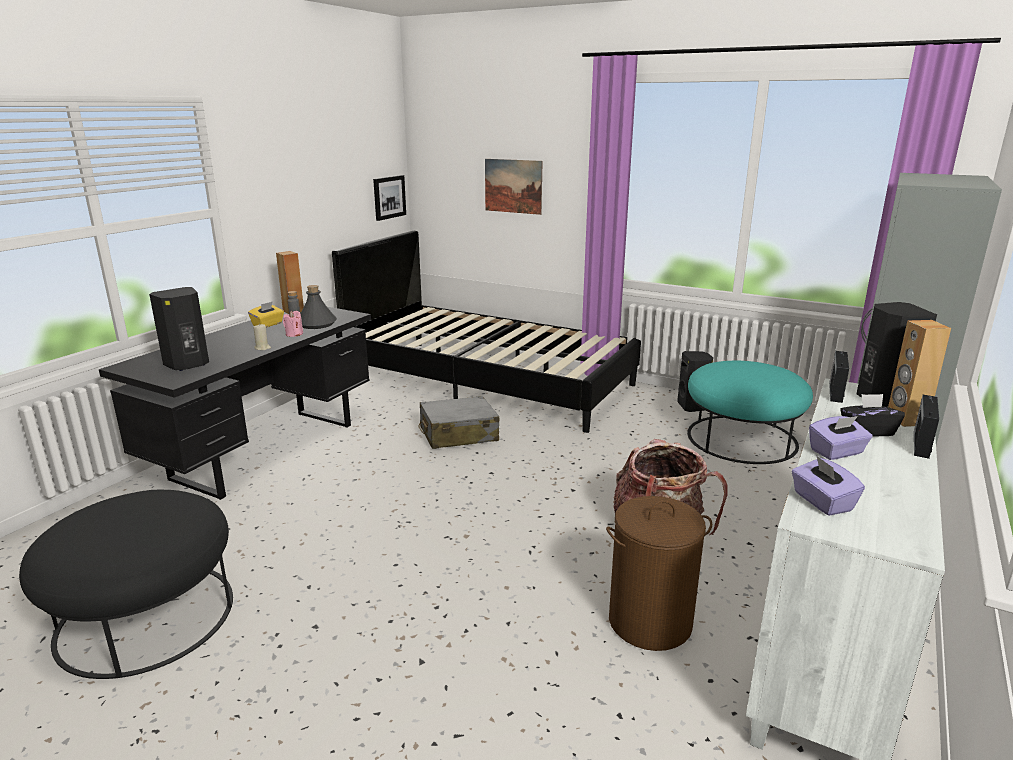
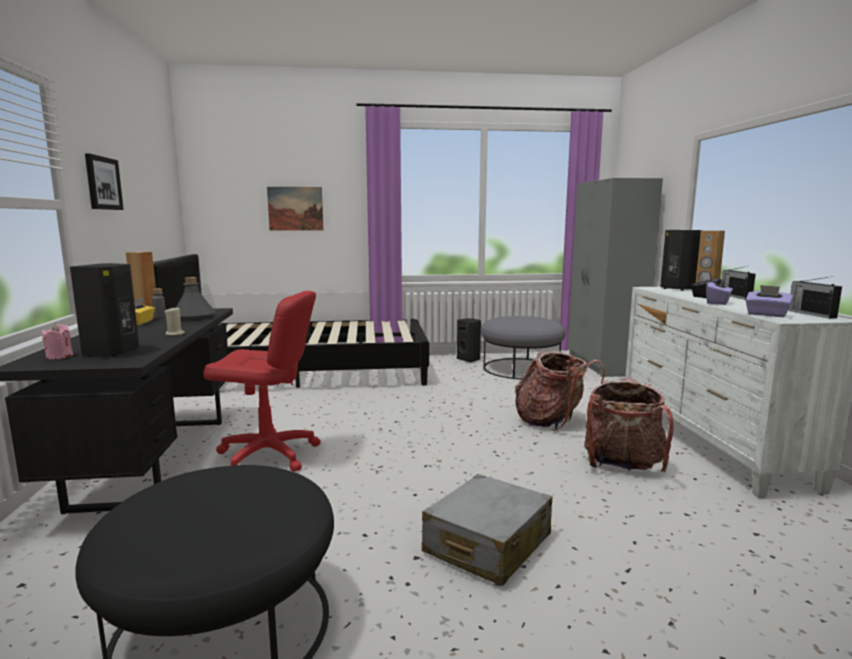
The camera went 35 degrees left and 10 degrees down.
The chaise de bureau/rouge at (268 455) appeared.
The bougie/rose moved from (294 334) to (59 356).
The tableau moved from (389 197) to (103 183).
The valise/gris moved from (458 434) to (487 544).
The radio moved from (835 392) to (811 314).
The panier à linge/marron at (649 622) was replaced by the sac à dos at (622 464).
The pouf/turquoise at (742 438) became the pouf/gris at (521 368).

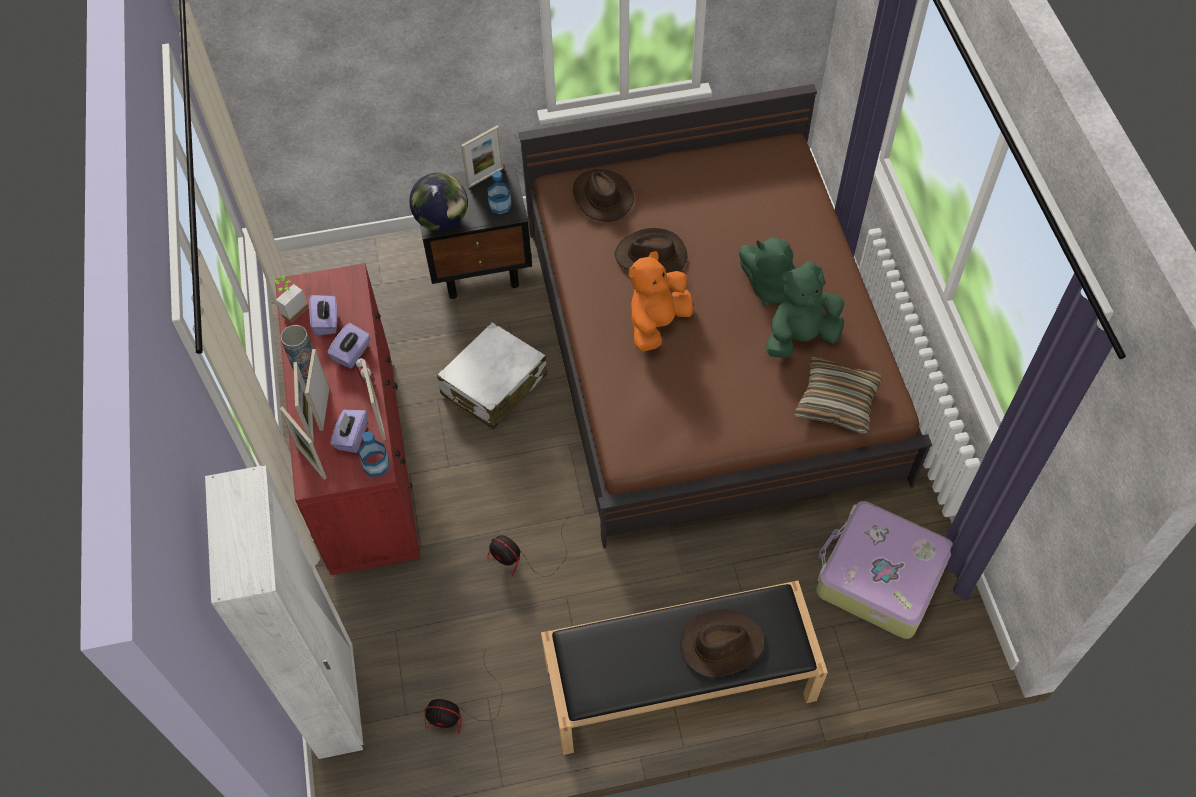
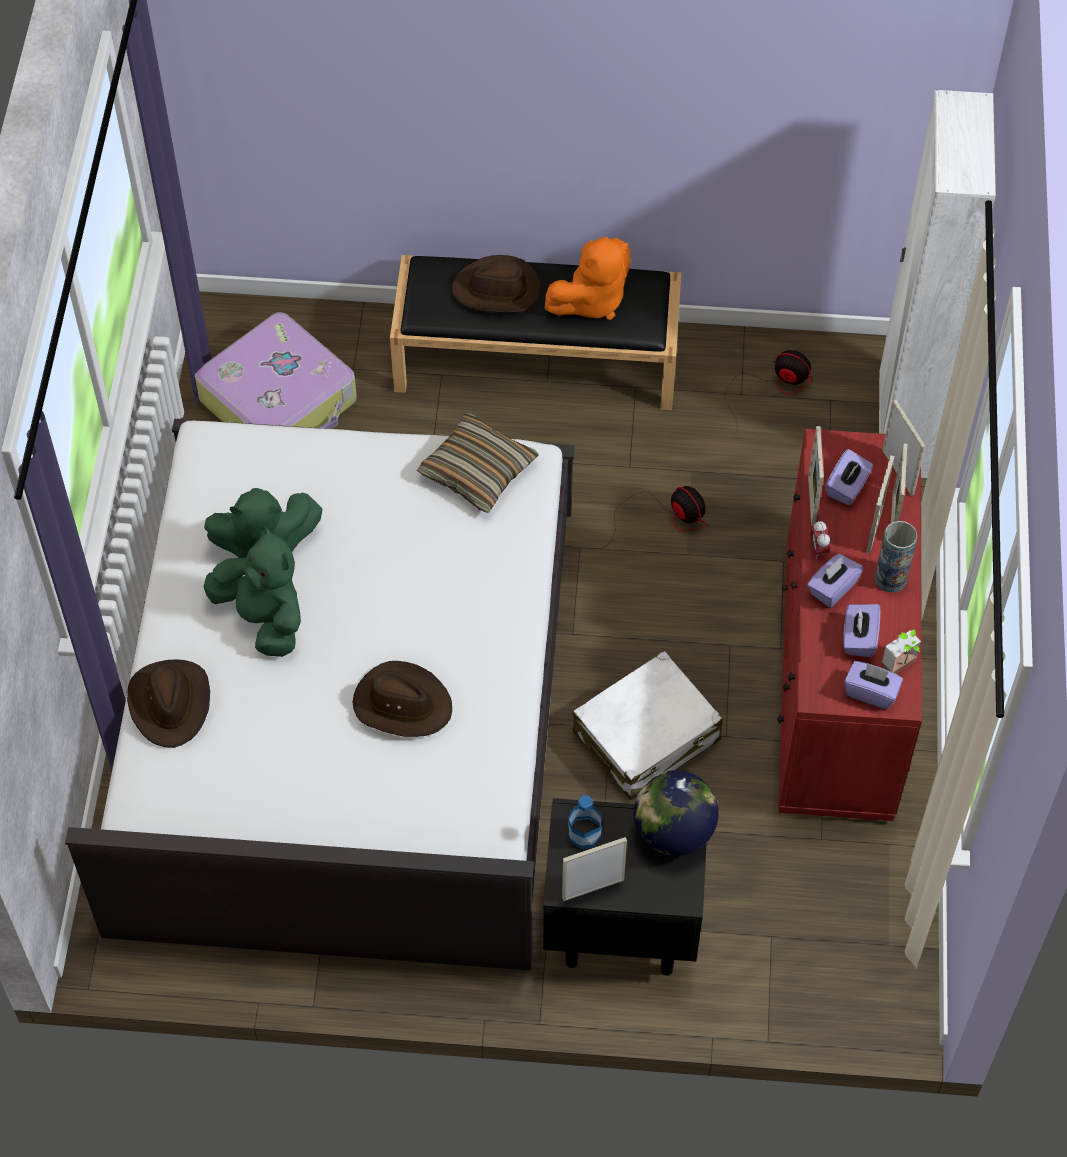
The camera went 165 degrees left and 0 degrees up.
The bouteille at (376 465) disappeared.
The boîte à mouchoirs/violet at (871 692) appeared.
The chapeau/marron moved from (601 197) to (171 703).
The peluche/orange moved from (657 323) to (591 300).
The coussin moved from (836 401) to (477 471).
The lit/marron at (708 348) became the lit/blanc at (348 711).

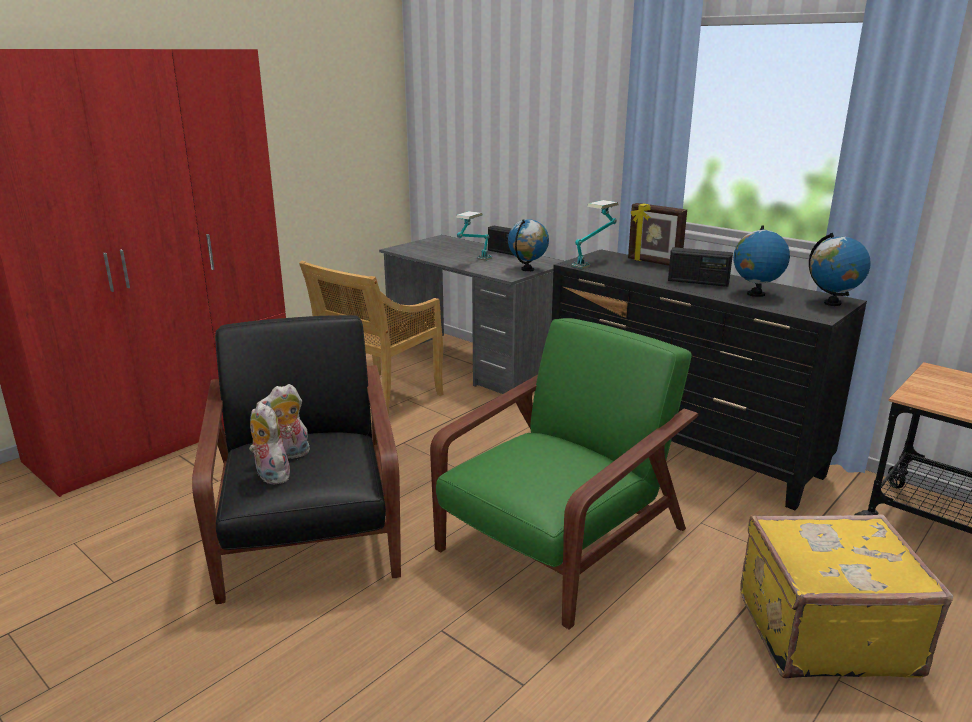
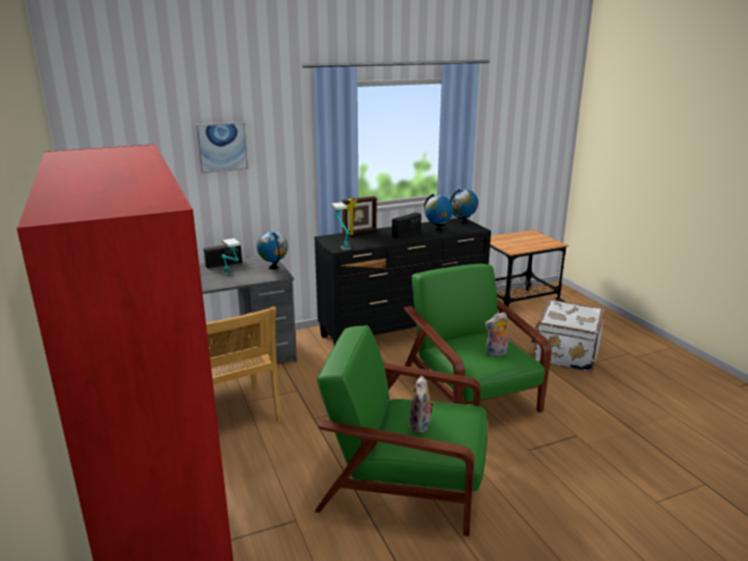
The camera went 65 degrees left and 0 degrees up.
The tableau at (222 147) appeared.
The peluche moved from (270 475) to (496 353).
The fauteuil/noir at (309 532) became the fauteuil/vert at (405 482).
The valise/jaune at (823 631) became the valise/blanc at (565 354).

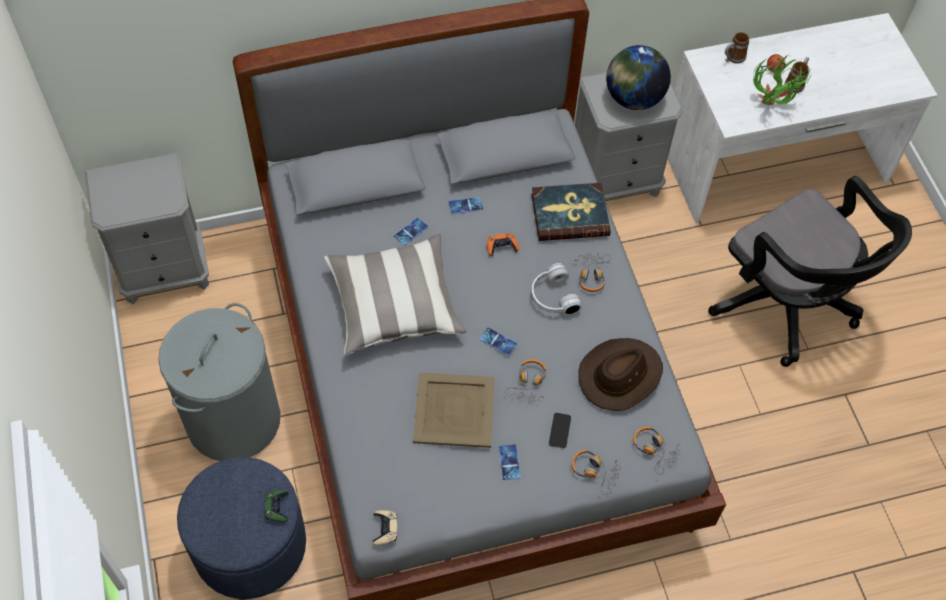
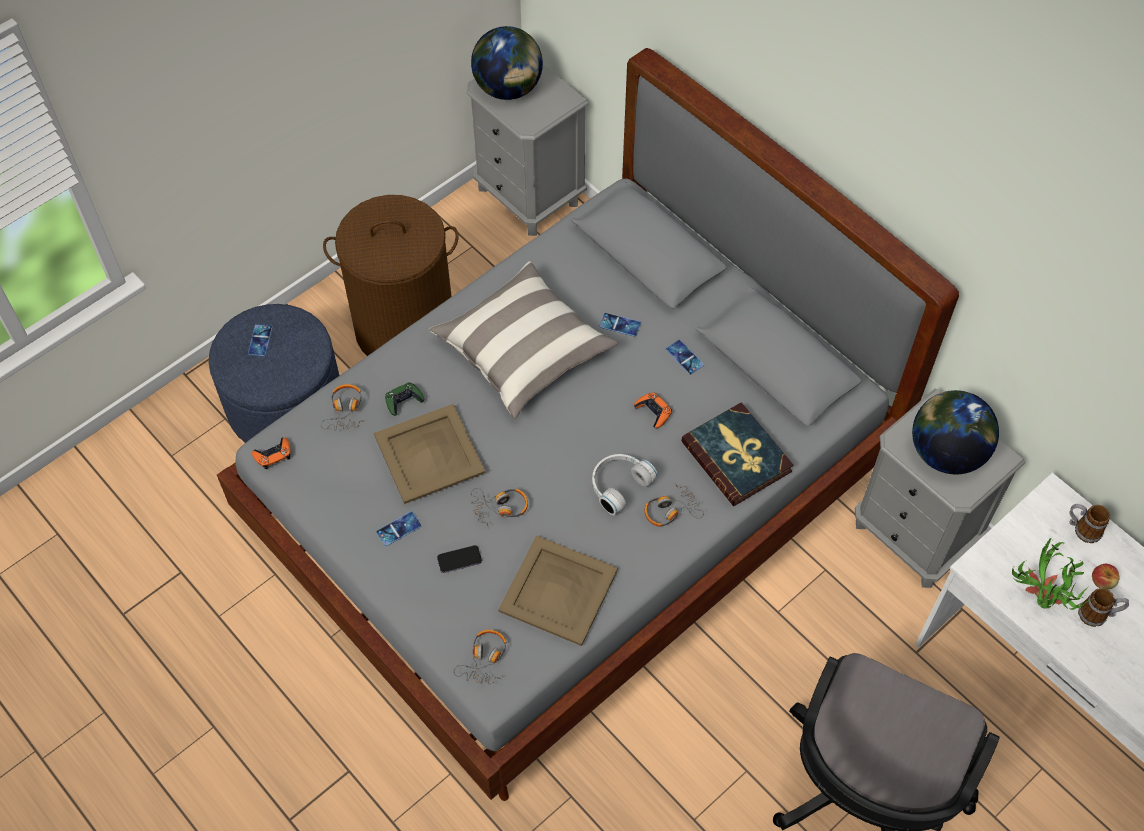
The camera went 65 degrees right and 0 degrees up.
The globe at (508 88) appeared.
The manette/vert moved from (277 507) to (403 401).
The téléphone moved from (498 341) to (260 340).
The casque audio moved from (594 472) to (345 411).
The chapeau/marron at (620 375) was replaced by the plateau/beige at (558 589).
The panier à linge/gris at (233 419) became the panier à linge/marron at (405 327).
The manette/beige at (385 529) became the manette/orange at (273 455).

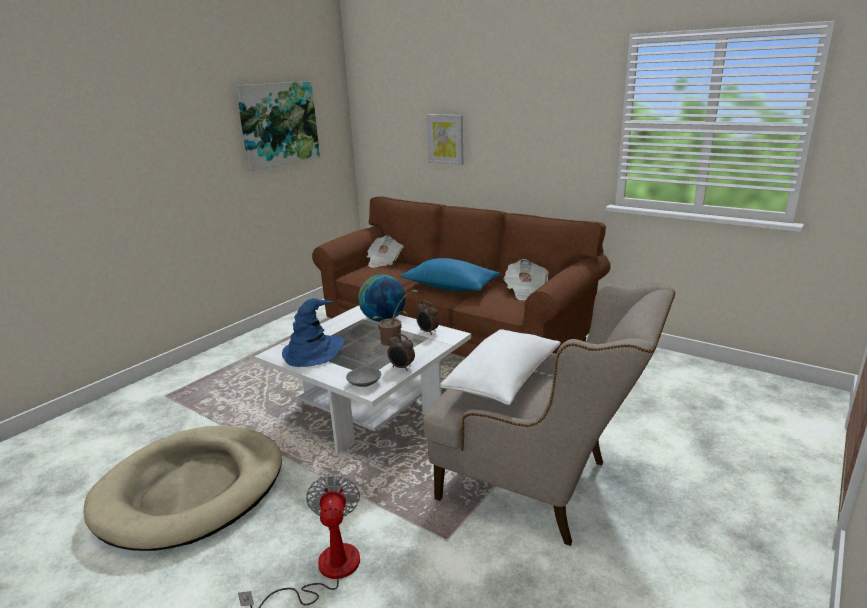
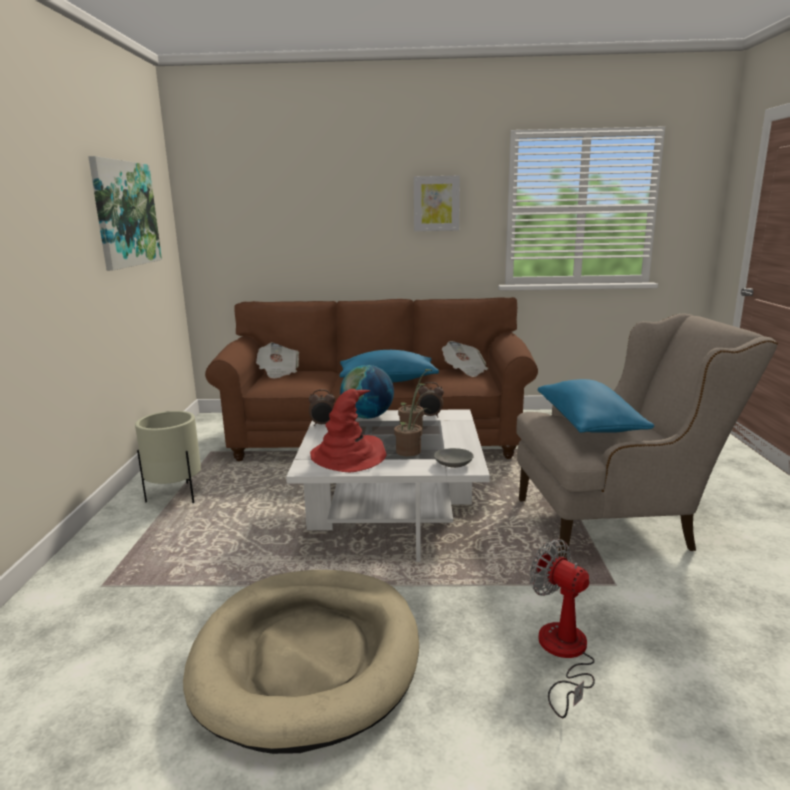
The camera went 35 degrees left and 5 degrees down.
The cache-pot/beige at (176 496) appeared.
The plante en pot at (411 450) appeared.
The réveil moved from (401 367) to (323 424).
The tableau moved from (445 139) to (436 203).
The chapeau/bleu at (313 352) became the chapeau/rouge at (349 456).
The coussin/blanc at (503 380) became the coussin/bleu at (588 424).

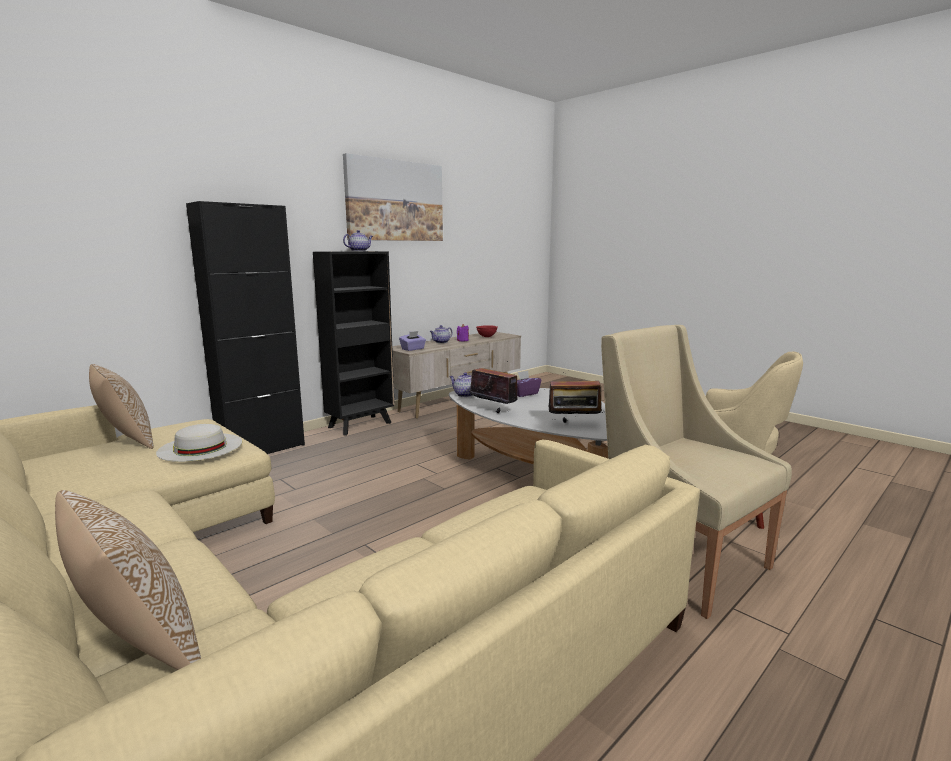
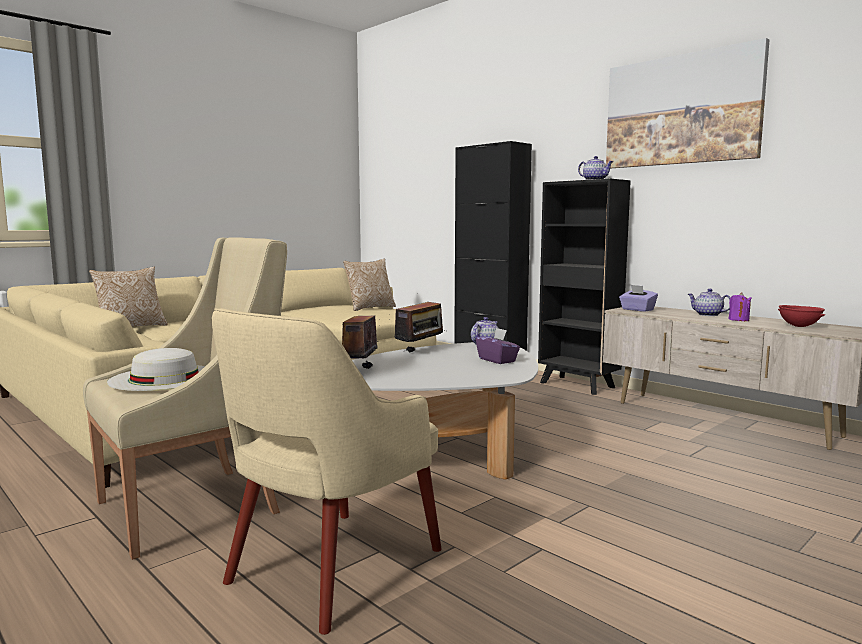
The camera went 90 degrees right and 5 degrees down.
The chapeau/blanc moved from (200 447) to (165 378).

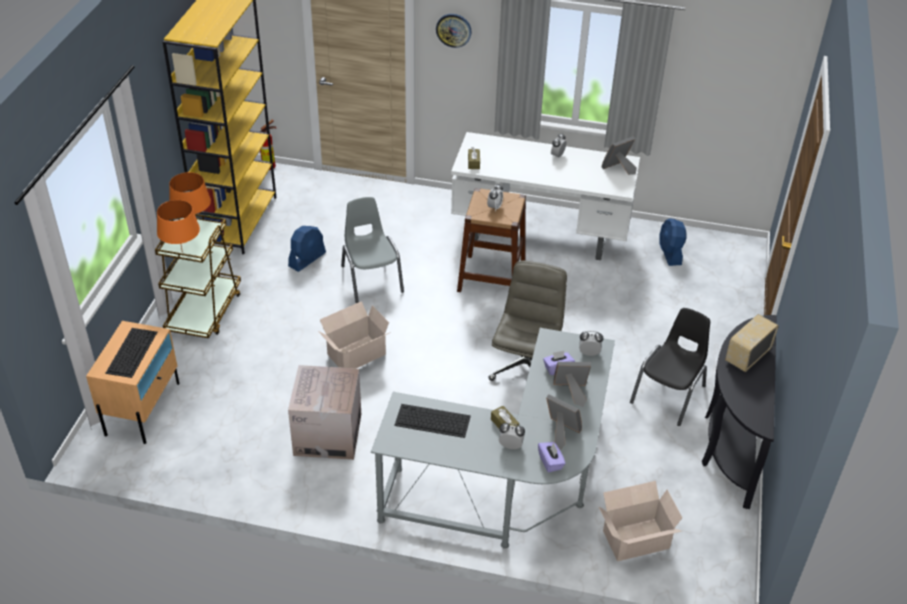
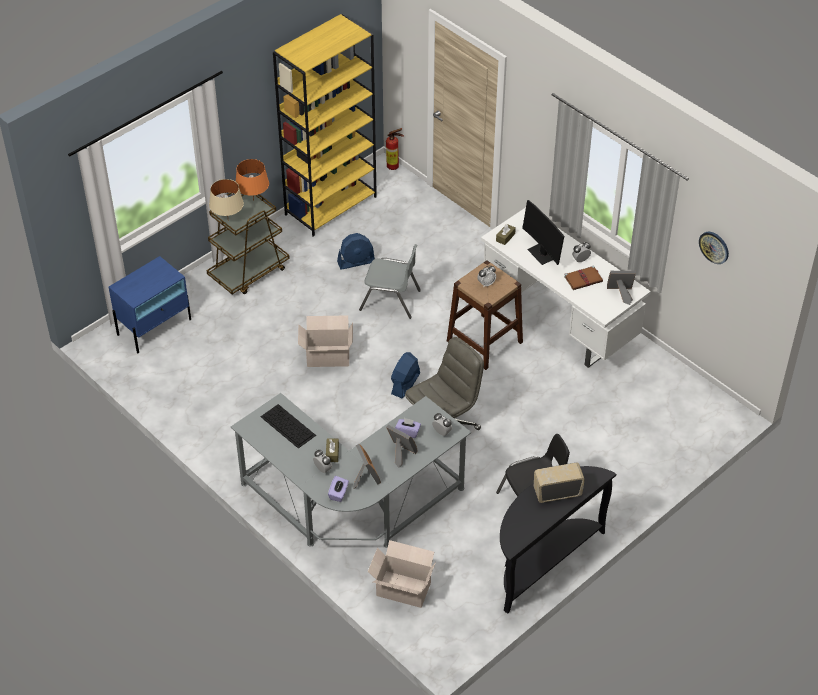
The camera went 35 degrees right and 5 degrees up.
The clavier at (131 352) disappeared.
The carton at (327 434) disappeared.
The écran d'ordinateur at (543 254) appeared.
The livre/marron at (584 279) appeared.
The horloge murale moved from (453 30) to (714 247).
The ventilateur/bleu moved from (670 253) to (405 384).
The table de chevet/beige at (143 408) became the table de chevet/bleu at (154 327).
The lampe de table/orange at (182 252) became the lampe de table/beige at (228 220).
The chaise/gris at (371 279) turned 90 degrees clockwise.

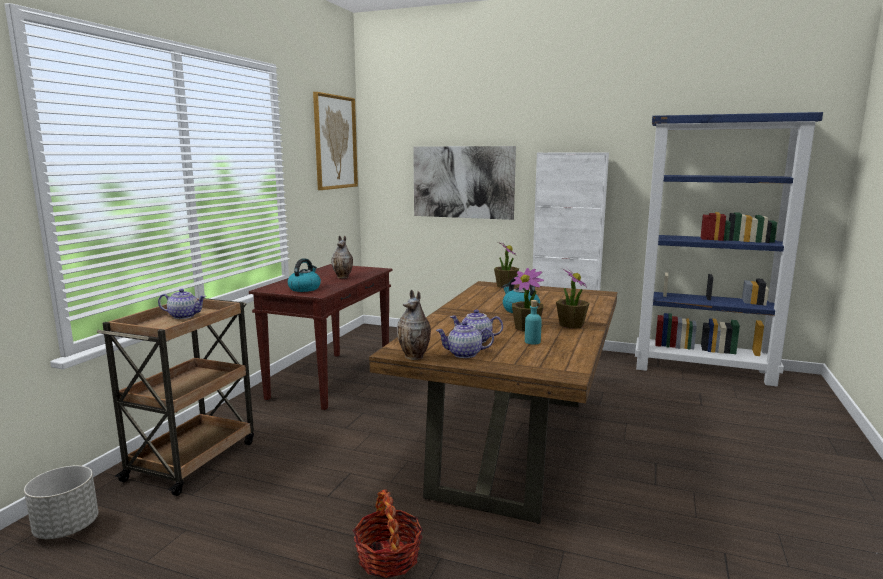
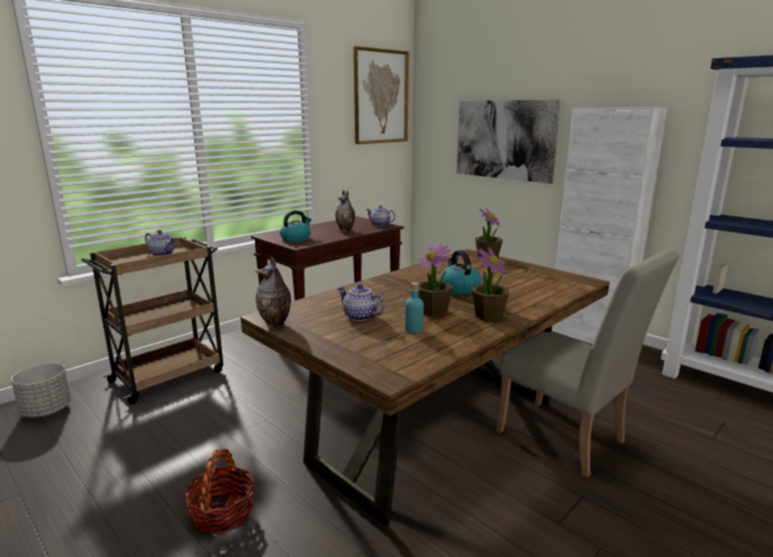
The camera went 25 degrees right and 5 degrees up.
The chaise/beige at (568 441) appeared.
The théière moved from (464 354) to (380 224).

